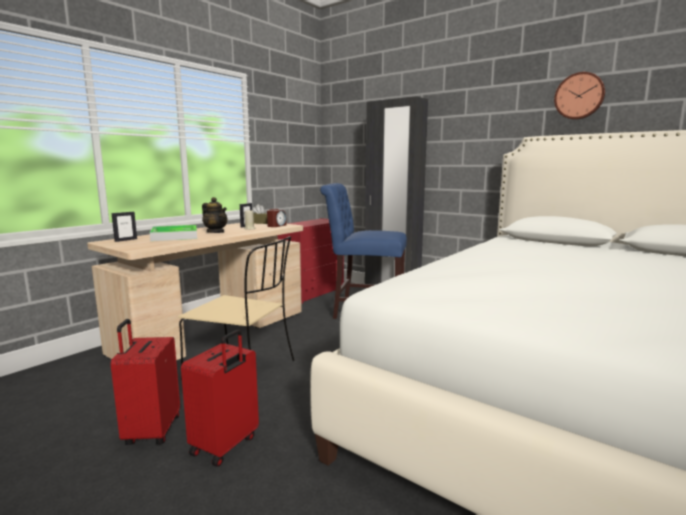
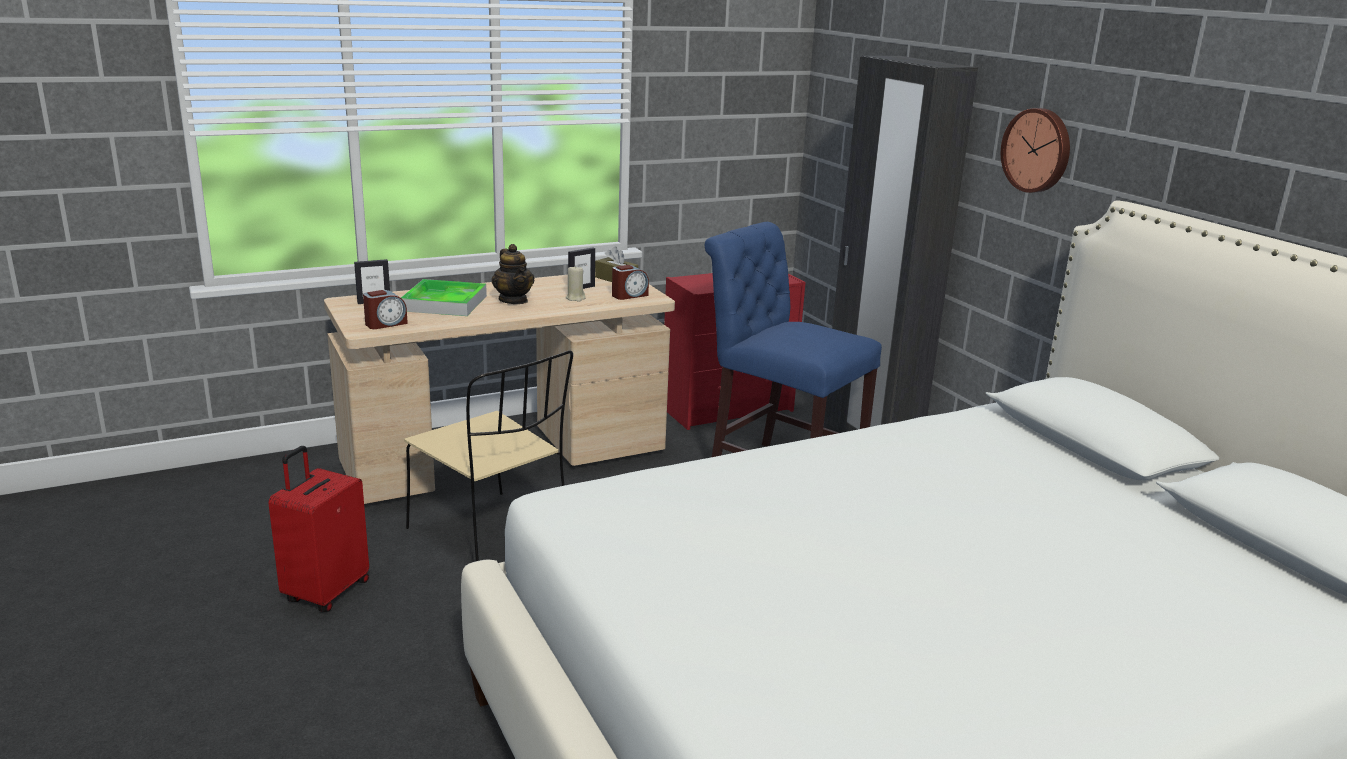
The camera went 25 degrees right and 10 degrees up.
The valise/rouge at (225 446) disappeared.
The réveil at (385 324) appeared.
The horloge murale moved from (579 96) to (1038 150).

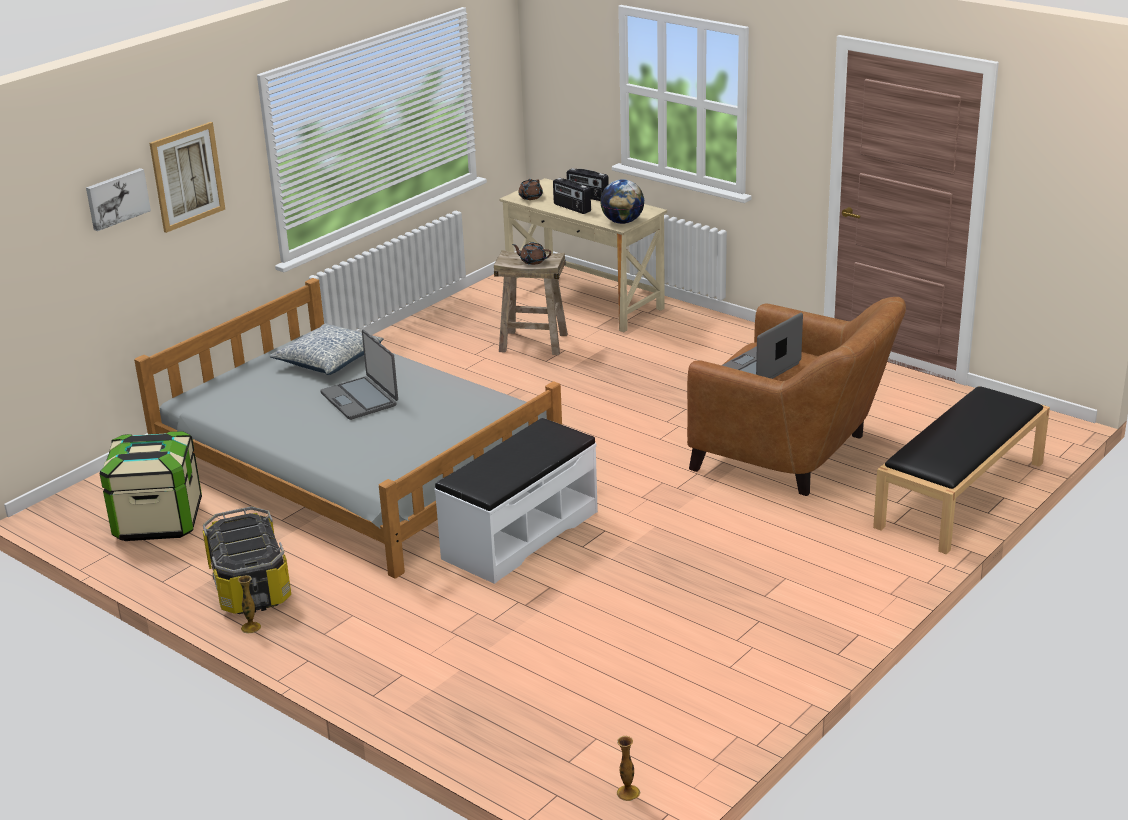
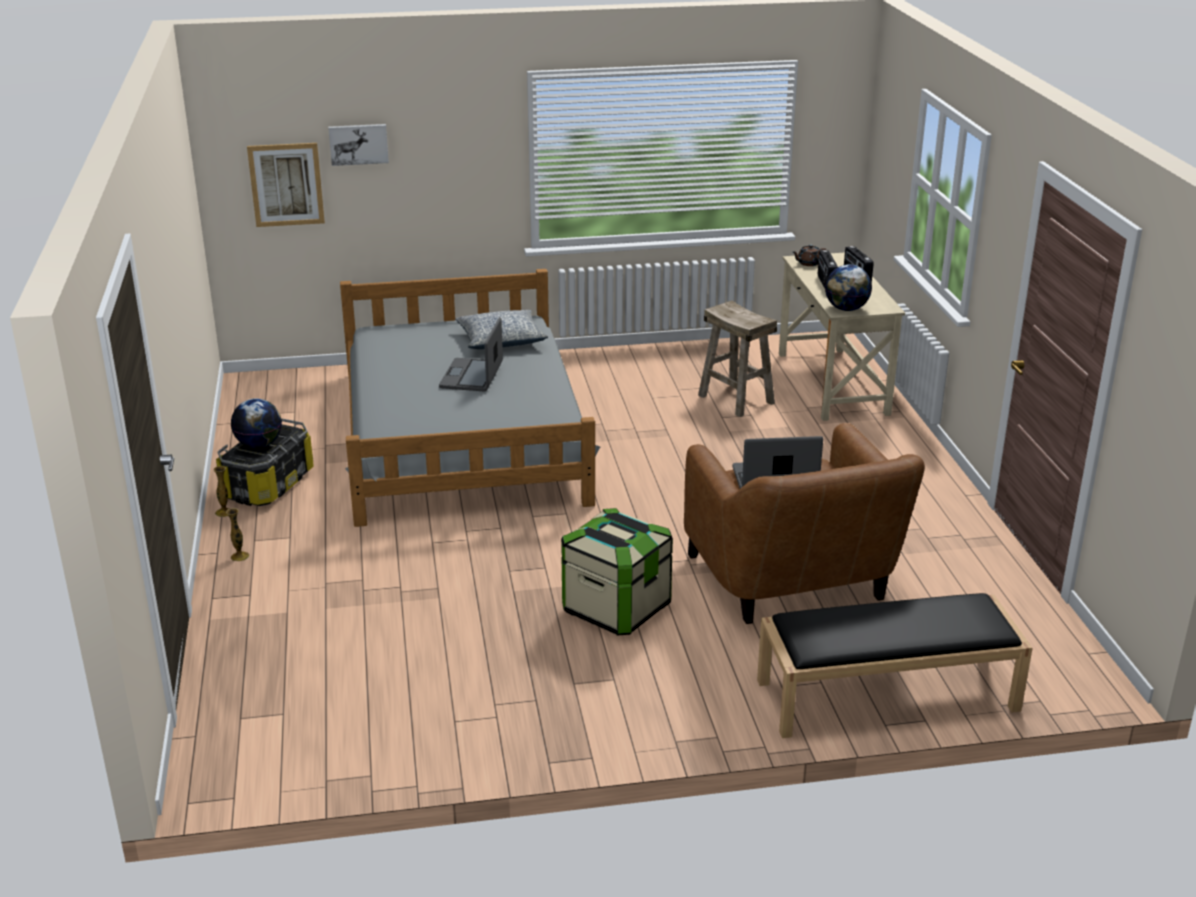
The camera went 40 degrees right and 0 degrees up.
The banc/blanc at (519 534) disappeared.
The théière/marron at (532 261) disappeared.
The globe at (259 445) appeared.
The boîte de rangement moved from (158 521) to (616 608).
The tableau moved from (187 176) to (286 184).
The vase moved from (628 793) to (240 556).

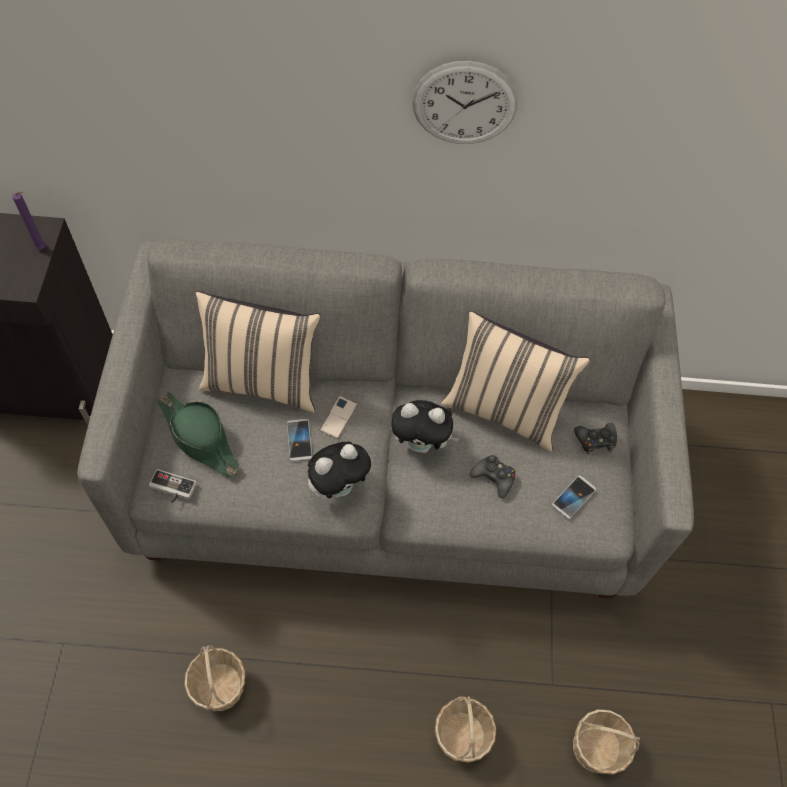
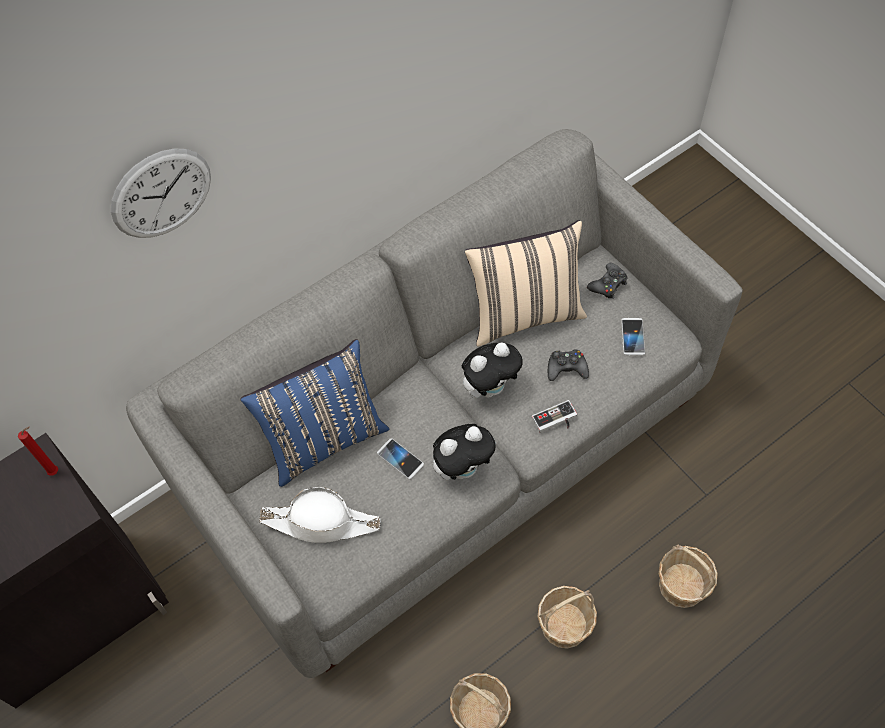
The camera went 35 degrees left and 0 degrees up.
The téléphone at (338 417) disappeared.
The manette moved from (171 489) to (556 421).
The horloge murale moved from (464 103) to (161 193).
The panier moved from (596 747) to (565 625).
The bougie/violet at (43 249) became the bougie/rouge at (56 471).
The chapeau/vert at (200 438) became the chapeau/blanc at (321 522).
The coussin/beige at (262 382) became the coussin/bleu at (324 439).
The peluche at (339 486) turned 45 degrees clockwise.

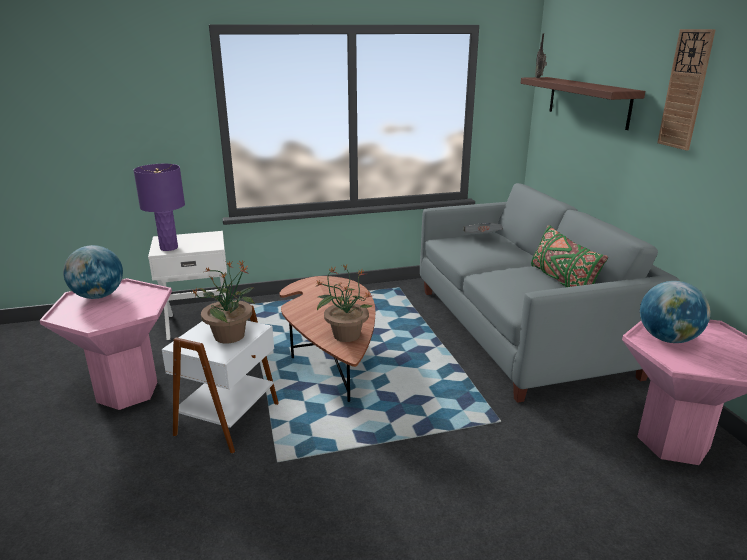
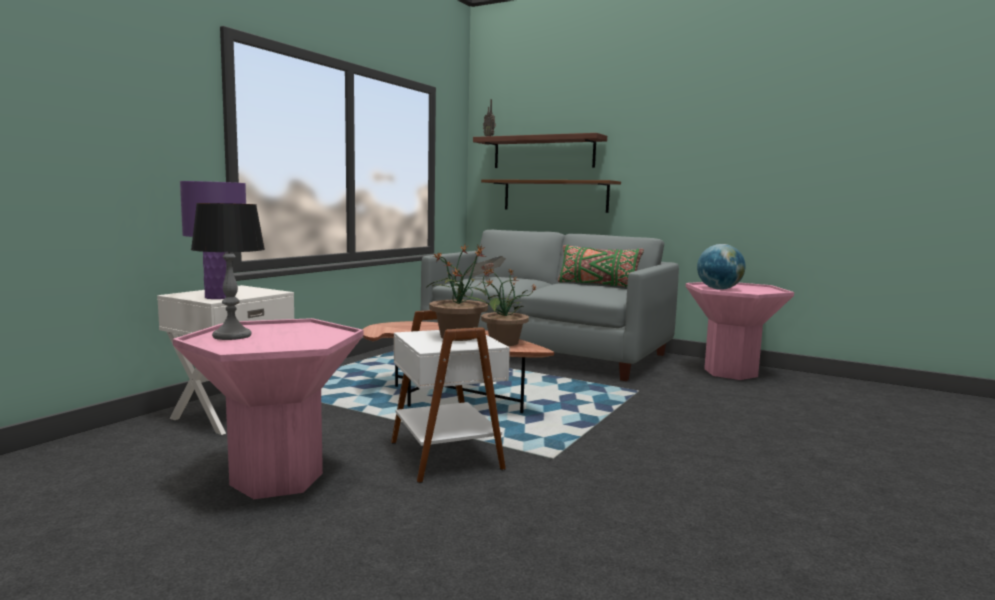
The camera went 45 degrees left and 15 degrees down.
The horloge murale at (685 90) disappeared.
The étagère/marron at (555 196) appeared.
The globe at (98 296) was replaced by the lampe de table at (231 336).

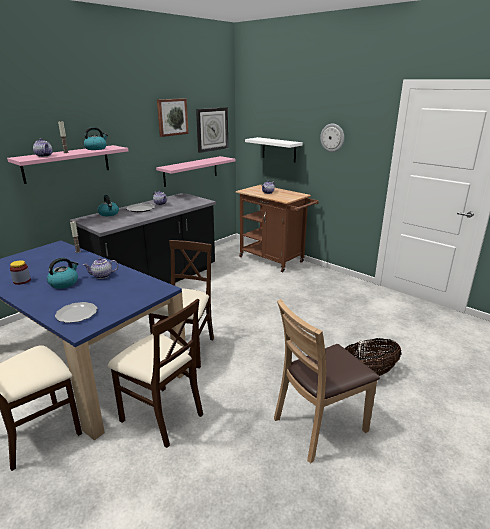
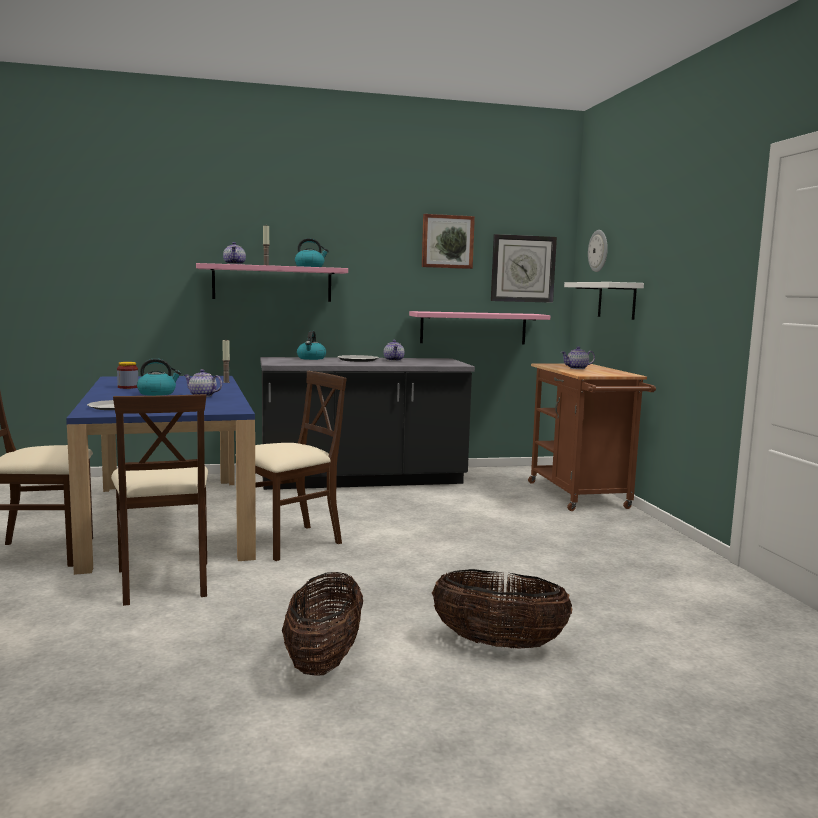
The camera went 35 degrees right and 15 degrees down.
The horloge murale moved from (332 137) to (598 251).
The chaise/marron at (319 426) was replaced by the panier at (324 660).

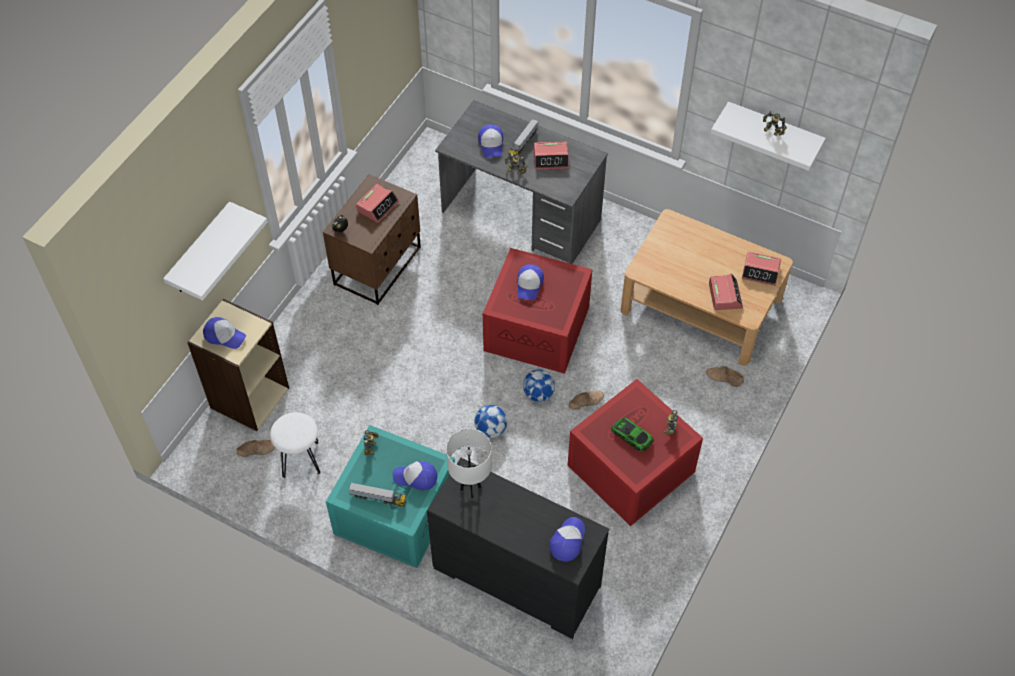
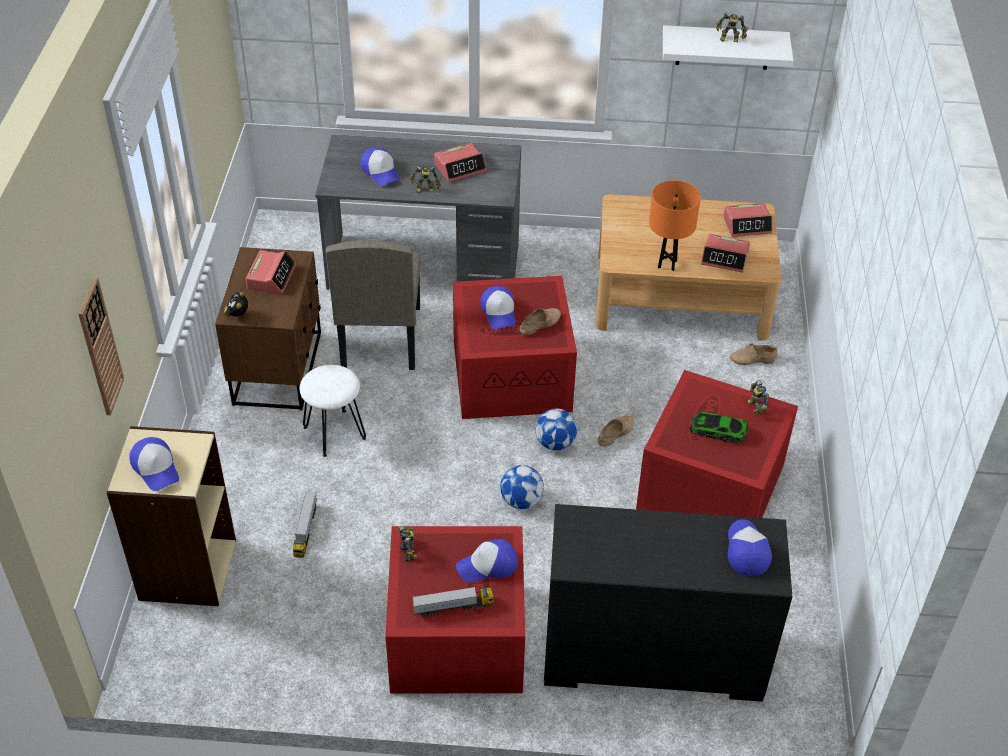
The camera went 25 degrees left and 10 degrees down.
The lampe de table/blanc at (470 488) disappeared.
The chaise/beige at (380 337) appeared.
The lampe de table/orange at (667 264) appeared.
The chaussure/beige moved from (256 449) to (539 323).
The tabouret/blanc moved from (300 459) to (334 432).
The camion jouet moved from (523 144) to (305 530).
The étagère/blanc at (200 251) was replaced by the horloge murale at (100 347).
The boîte de rangement/turquoise at (395 510) became the boîte de rangement/rouge at (455 635).
The casquette at (224 336) turned 60 degrees clockwise.
The réveil at (725 295) turned 135 degrees clockwise.

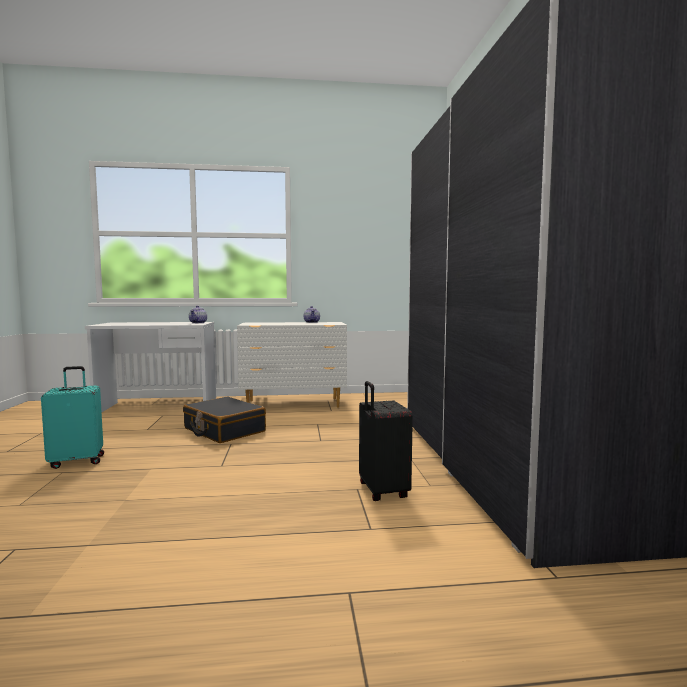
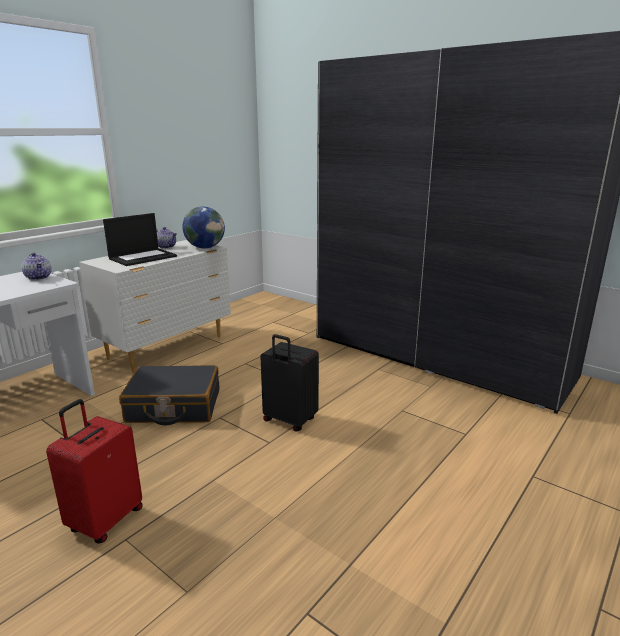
The camera went 45 degrees left and 15 degrees up.
The ordinateur portable at (143 257) appeared.
The globe at (205 247) appeared.
The valise/noir moved from (381 491) to (289 420).
The valise/turquoise at (77 461) became the valise/rouge at (105 520).

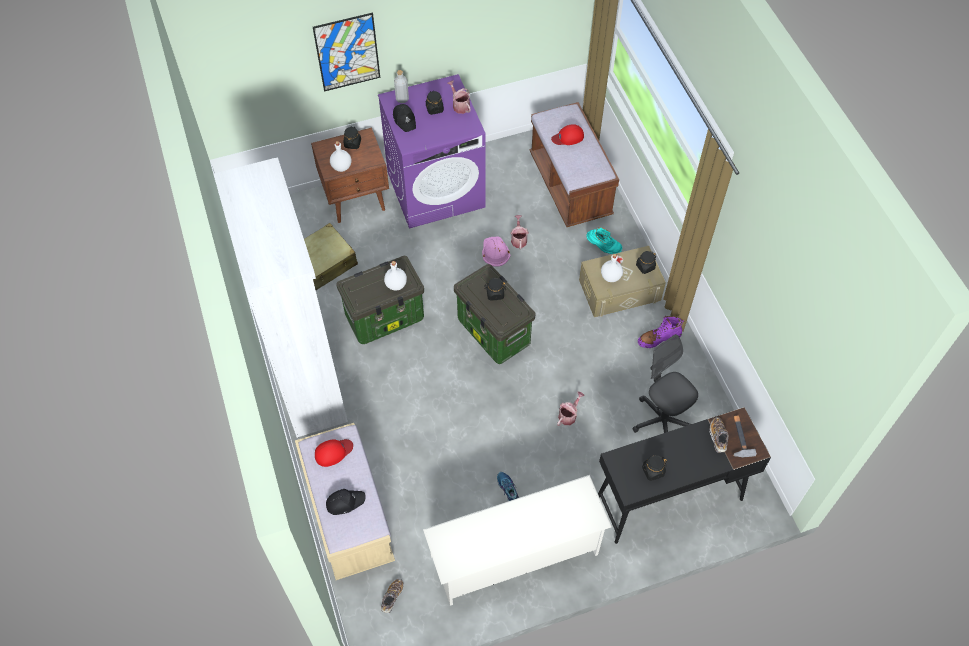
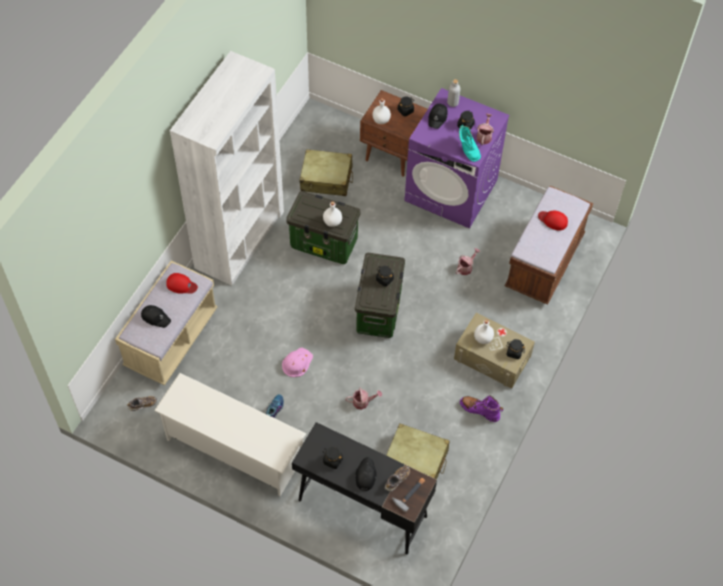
The camera went 45 degrees right and 0 degrees up.
The tableau at (347 52) disappeared.
The casquette/noir at (365 475) appeared.
The casque de chantier/rose moved from (495 252) to (297 363).
The botte/turquoise moved from (603 248) to (467 149).
The chaise de bureau/gris at (661 421) was replaced by the valise/beige at (416 460).

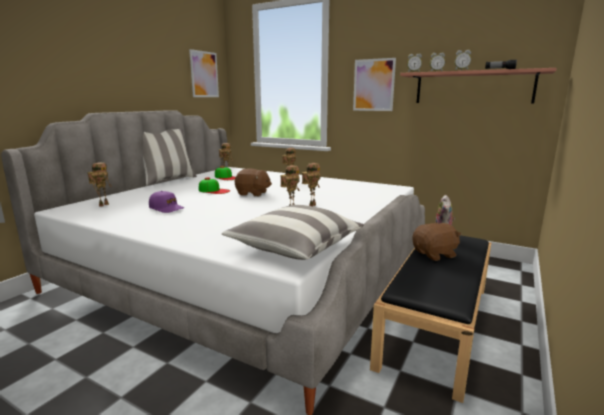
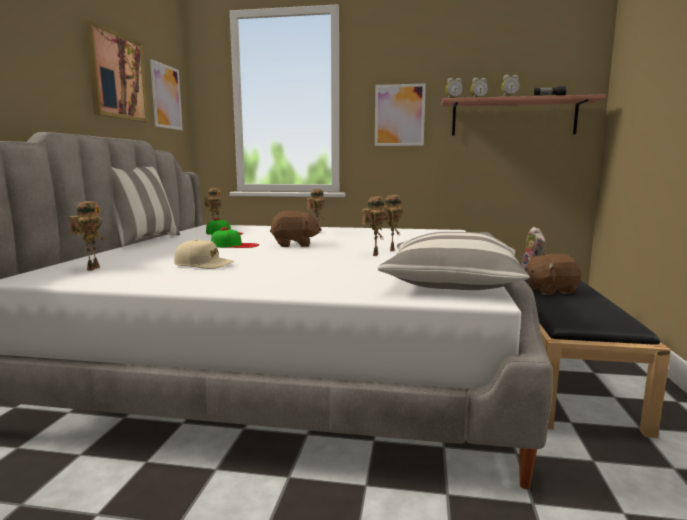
The camera went 20 degrees left and 5 degrees down.
The tableau at (116 76) appeared.
The casquette/violet at (166 208) became the casquette/beige at (204 265).
The peluche/marron at (435 254) turned 150 degrees counterclockwise.

